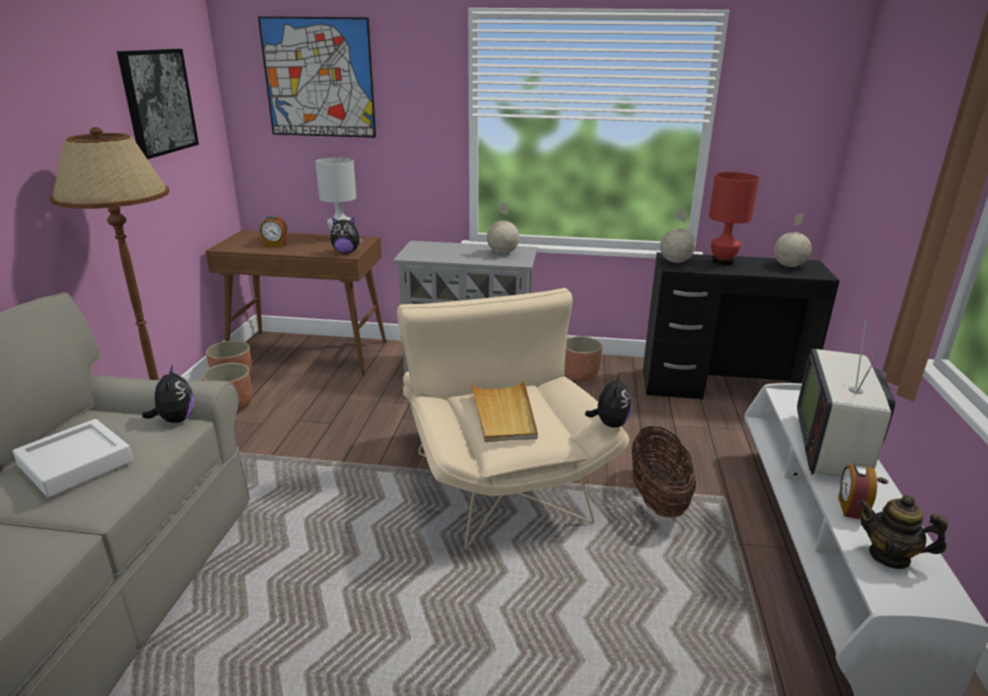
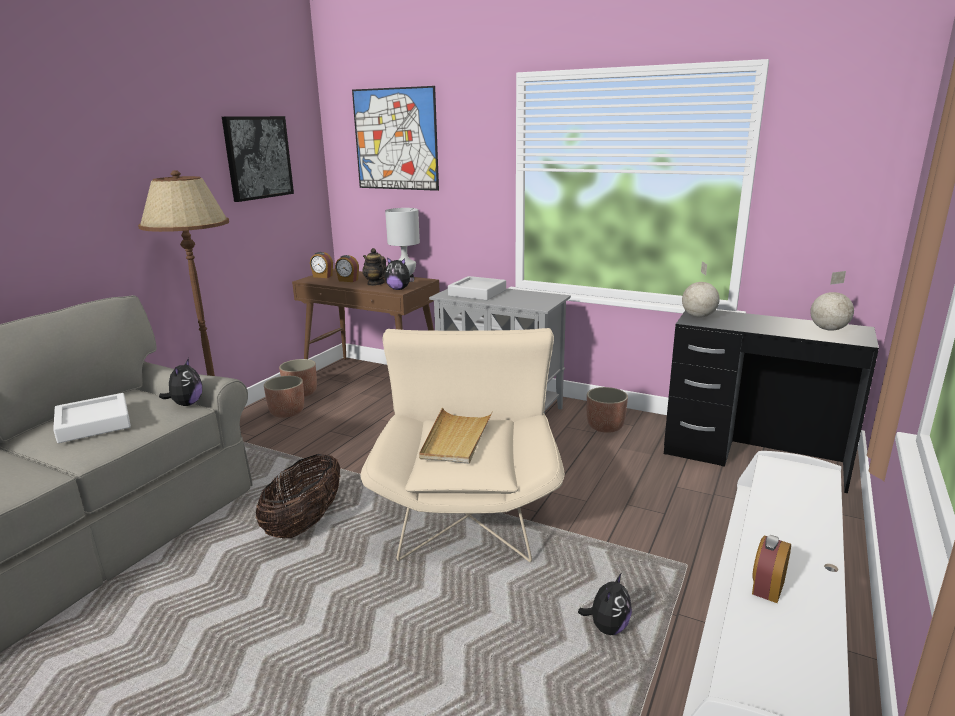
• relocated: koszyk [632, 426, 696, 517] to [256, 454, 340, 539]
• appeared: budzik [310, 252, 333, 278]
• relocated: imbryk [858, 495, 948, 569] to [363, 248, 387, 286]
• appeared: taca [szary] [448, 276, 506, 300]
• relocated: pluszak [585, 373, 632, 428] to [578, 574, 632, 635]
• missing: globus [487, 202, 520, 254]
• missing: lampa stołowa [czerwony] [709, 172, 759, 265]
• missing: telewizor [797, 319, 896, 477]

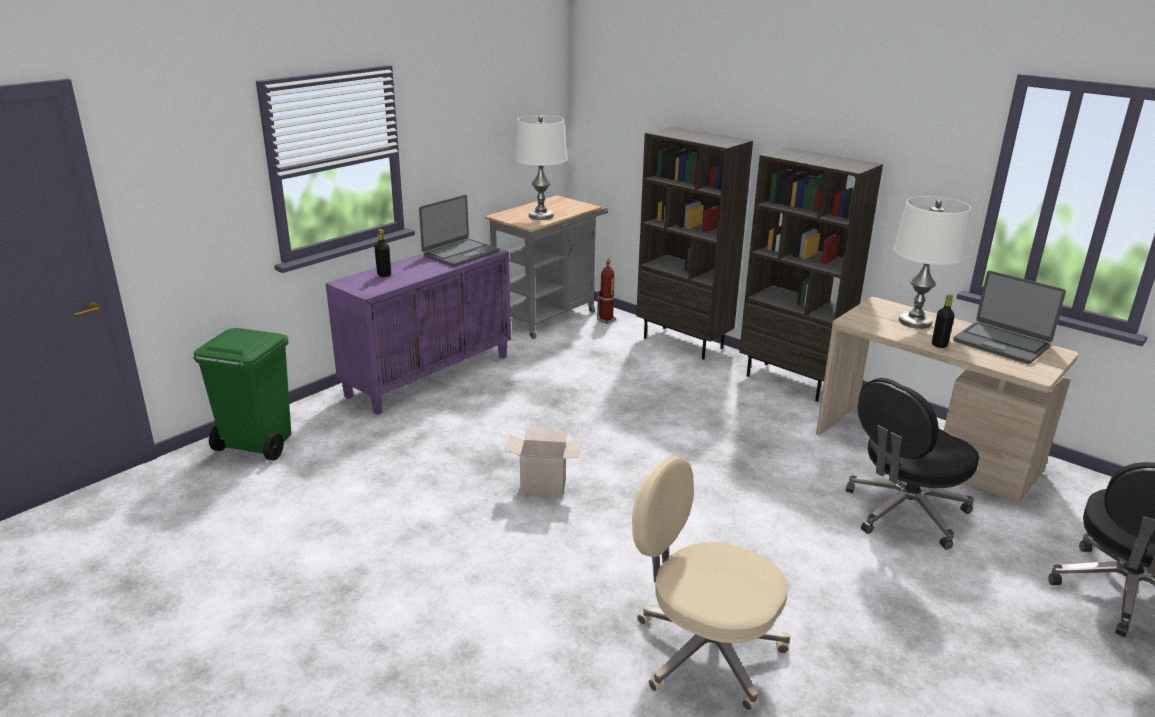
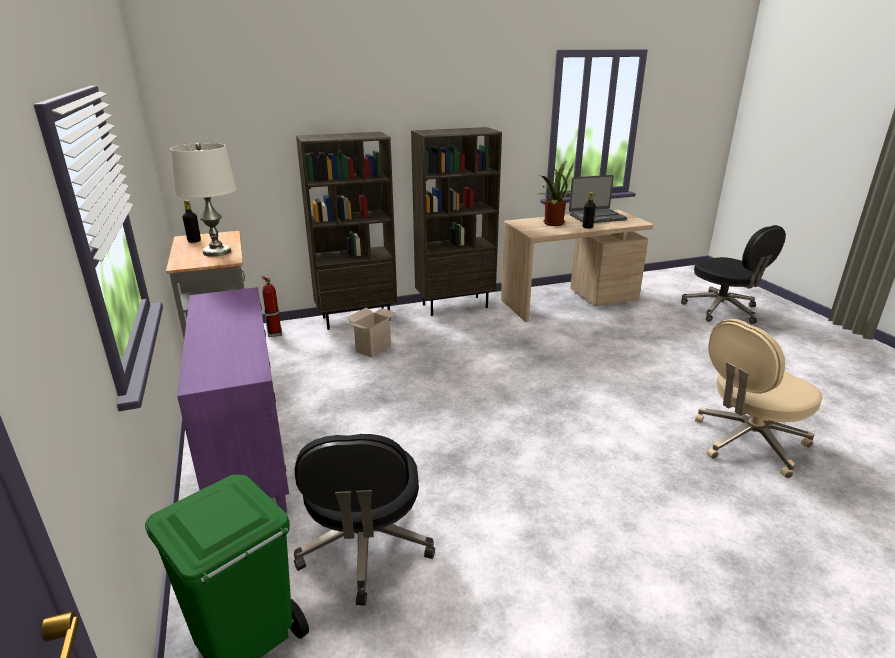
• relocated: butelka [czarny] [374, 229, 391, 277] to [183, 200, 201, 243]
• relocated: krzesło biurowe [czarny] [846, 378, 980, 550] to [294, 434, 435, 606]
• relocated: karton [505, 429, 582, 497] to [346, 307, 396, 357]
• exchanged: lampa stołowa [biały] [893, 196, 971, 329] to roślina doniczkowa [535, 161, 574, 226]
• missing: laptop [419, 195, 499, 267]

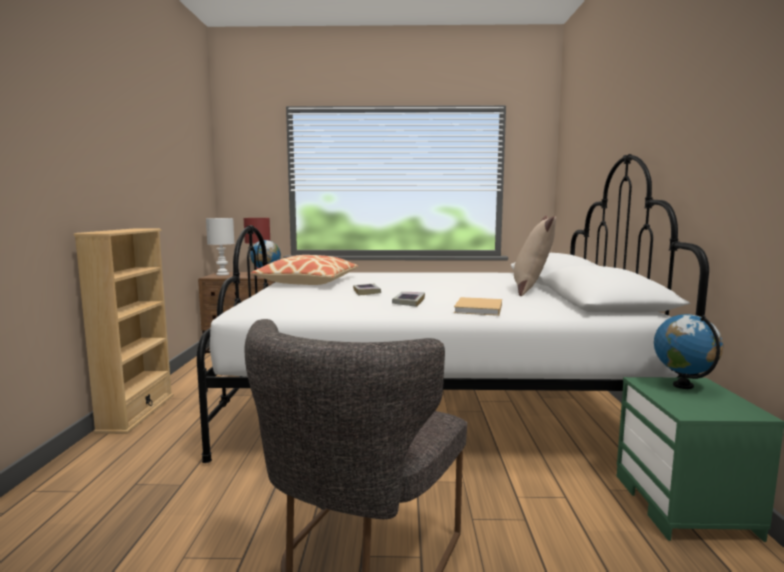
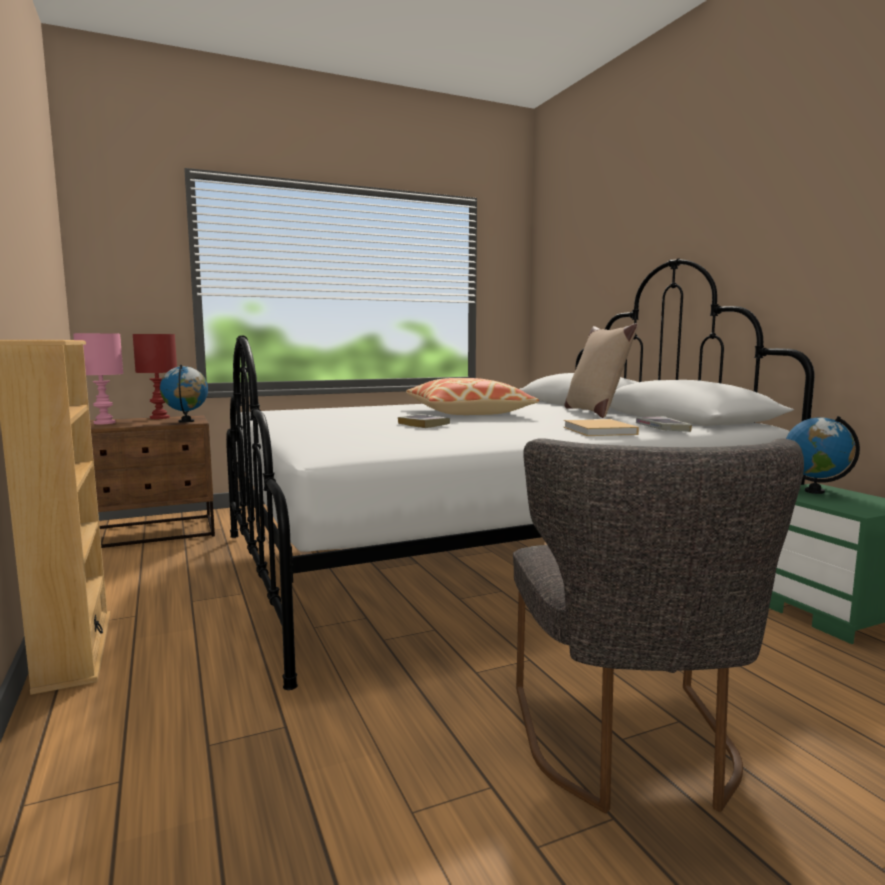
• colour: lampa stołowa [biały] [206, 218, 235, 275] to lampa stołowa [różowy] [73, 333, 123, 424]
• relocated: poduszka [251, 255, 358, 285] to [406, 378, 539, 415]
• relocated: książka [392, 292, 425, 307] to [636, 416, 692, 432]

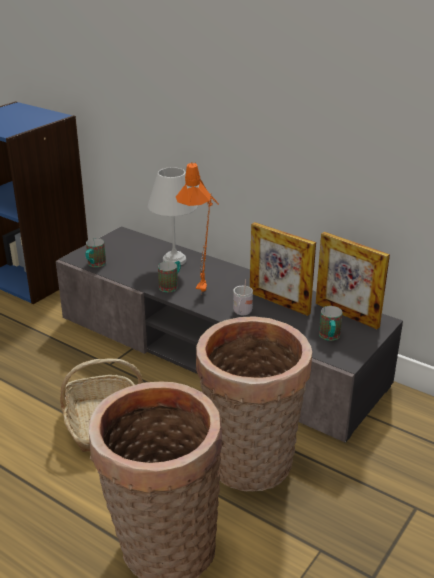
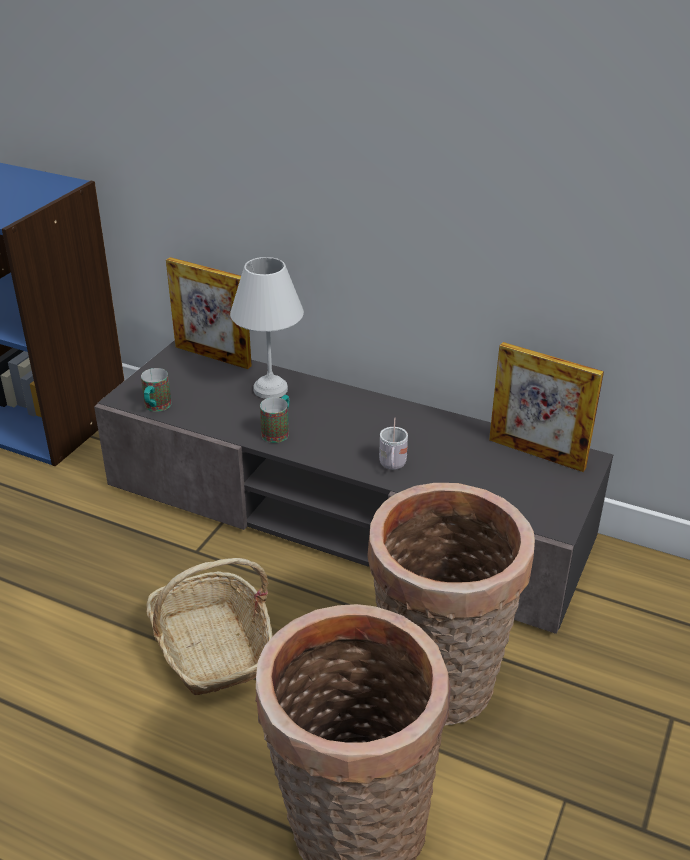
• relocated: ramka na zdjęcie [250, 222, 316, 316] to [166, 257, 252, 369]
• missing: lampa stołowa [pomarańczowy] [176, 162, 219, 296]
• missing: kubek [319, 306, 343, 341]

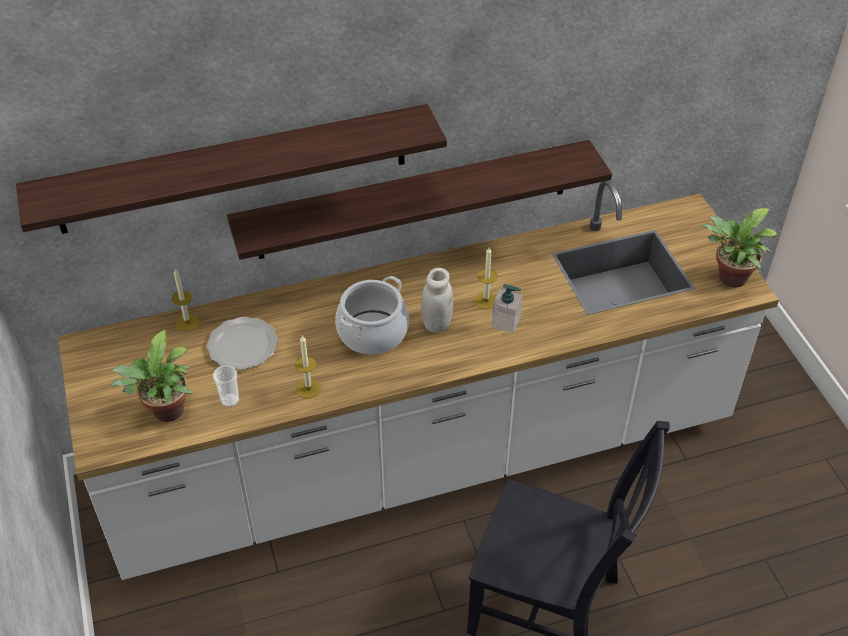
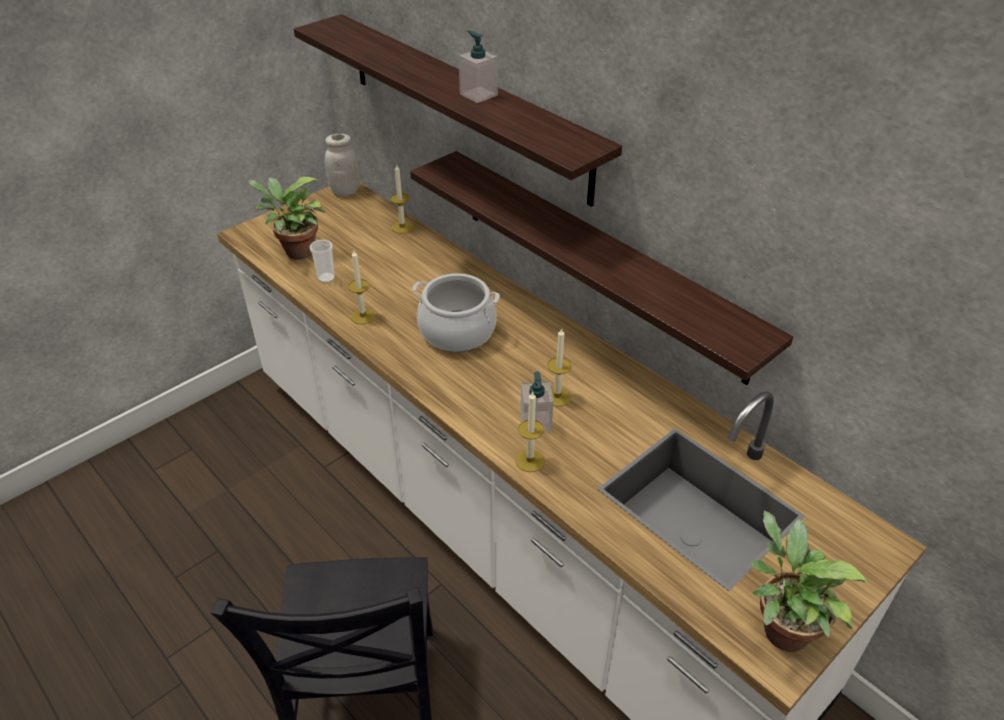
• relocated: słoik [biały] [421, 268, 453, 333] to [325, 134, 360, 196]
• appeared: dozownik mydła [458, 30, 498, 103]
• appeared: świeca [515, 391, 545, 472]
• missing: talerz [207, 317, 278, 370]

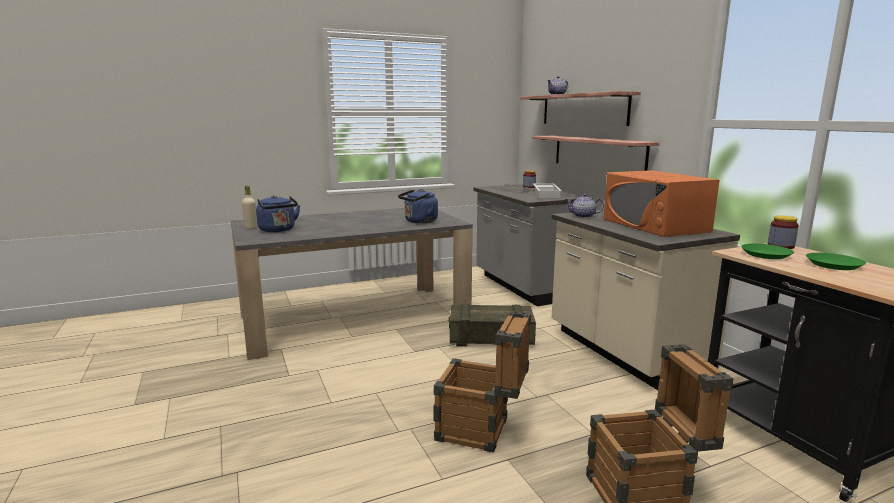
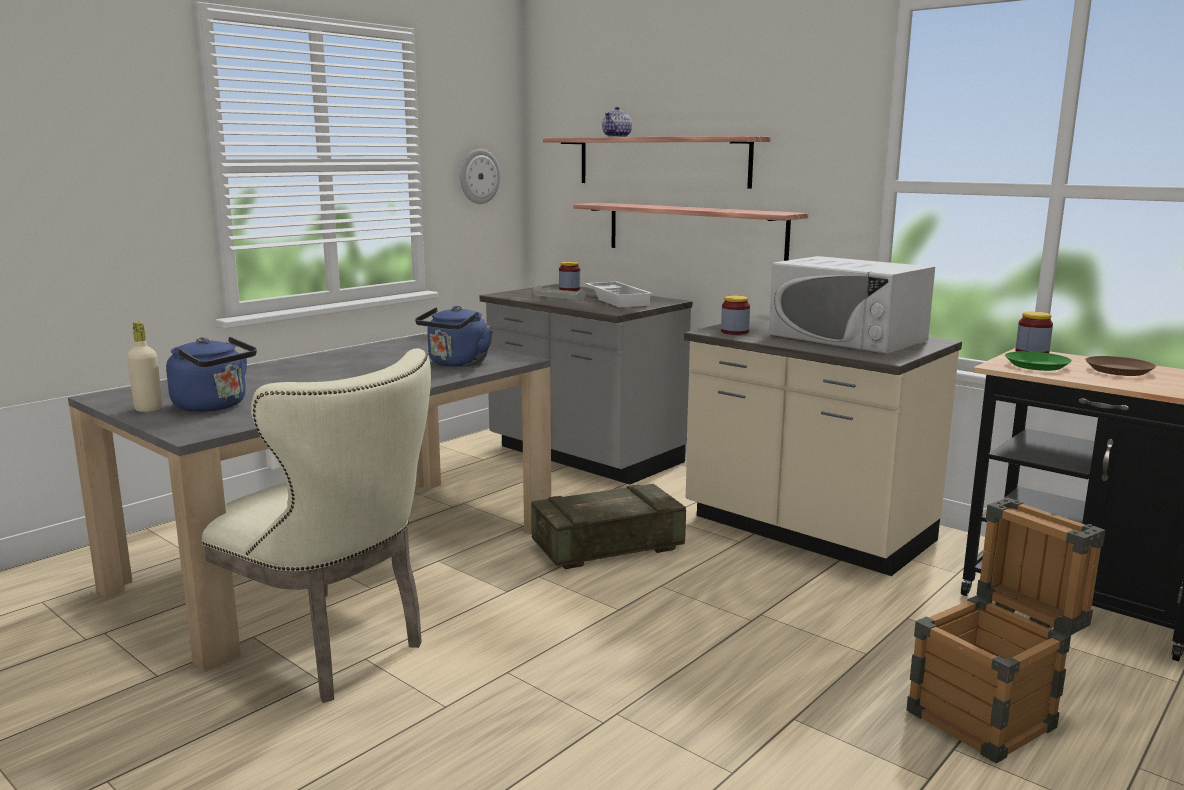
• appeared: krzesło [beżowy] [201, 348, 431, 703]
• appeared: zegar ścienny [460, 149, 500, 204]
• exchanged: imbryk [565, 194, 604, 218] to słoik [721, 296, 750, 335]
• colour: mikrofalówka [pomarańczowy] [604, 170, 720, 237] to mikrofalówka [biały] [769, 256, 935, 354]
• colour: talerz [zielony] [806, 253, 866, 270] to talerz [brązowy] [1085, 356, 1156, 376]
• missing: skrzynka [433, 311, 531, 453]

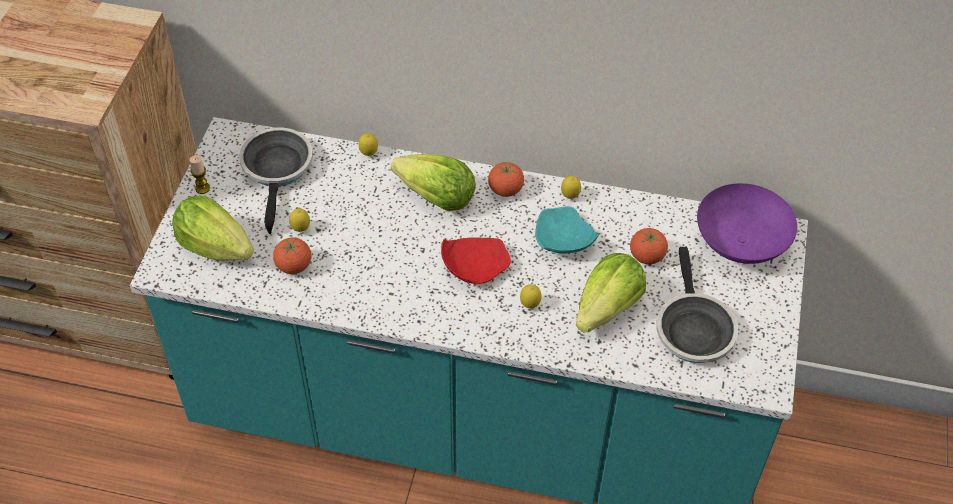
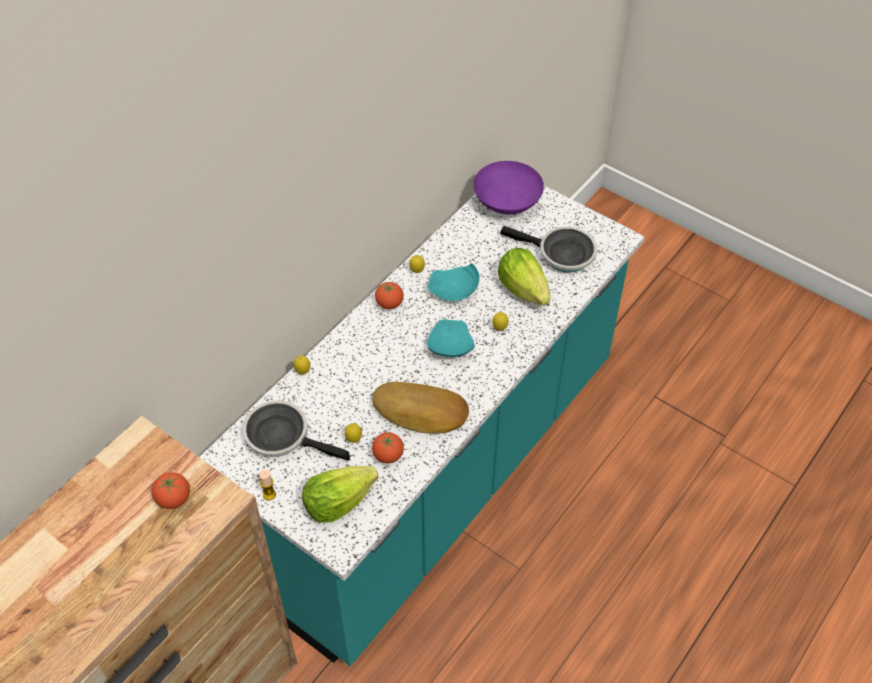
• relocated: pomidor [630, 228, 668, 264] to [152, 472, 190, 509]
• appeared: chleb [372, 382, 469, 434]
• colour: talerz [czerwony] [441, 237, 511, 284] to talerz [turkusowy] [427, 319, 475, 357]
• missing: sałata [391, 154, 476, 211]

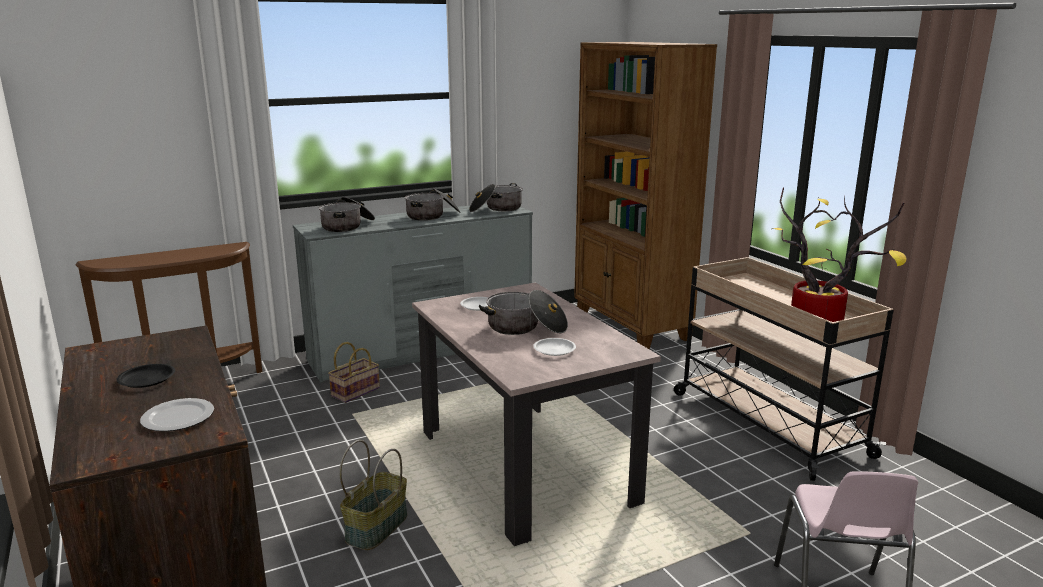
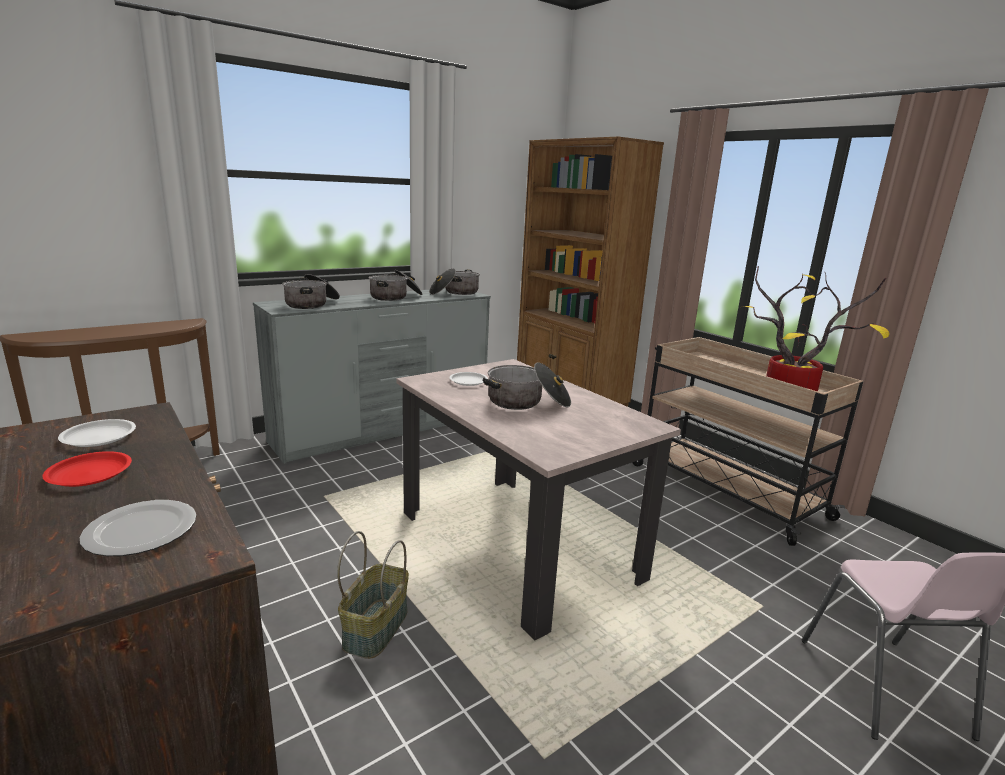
• colour: talerz [czarny] [117, 364, 175, 388] to talerz [czerwony] [42, 451, 132, 487]
• relocated: talerz [biały] [533, 338, 576, 356] to [58, 419, 136, 447]
• missing: koszyk [328, 342, 380, 403]

